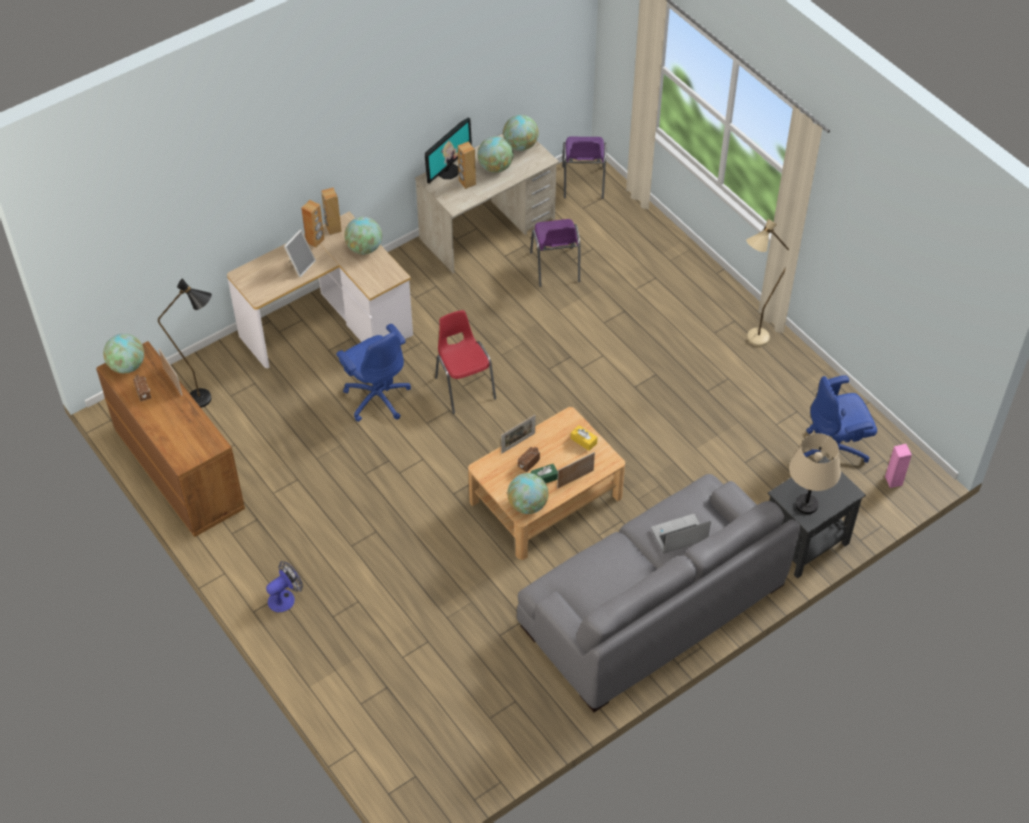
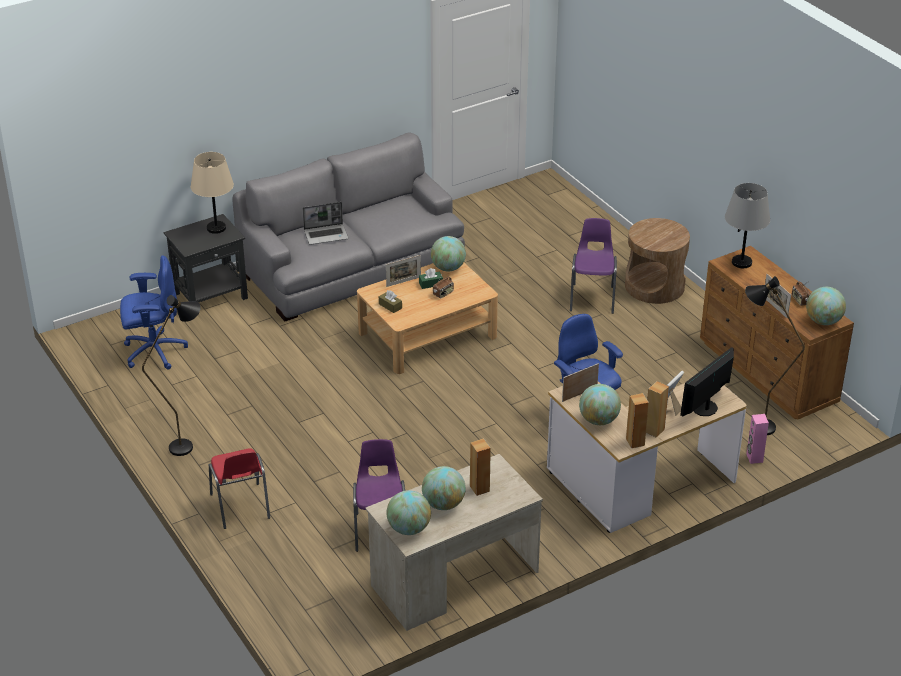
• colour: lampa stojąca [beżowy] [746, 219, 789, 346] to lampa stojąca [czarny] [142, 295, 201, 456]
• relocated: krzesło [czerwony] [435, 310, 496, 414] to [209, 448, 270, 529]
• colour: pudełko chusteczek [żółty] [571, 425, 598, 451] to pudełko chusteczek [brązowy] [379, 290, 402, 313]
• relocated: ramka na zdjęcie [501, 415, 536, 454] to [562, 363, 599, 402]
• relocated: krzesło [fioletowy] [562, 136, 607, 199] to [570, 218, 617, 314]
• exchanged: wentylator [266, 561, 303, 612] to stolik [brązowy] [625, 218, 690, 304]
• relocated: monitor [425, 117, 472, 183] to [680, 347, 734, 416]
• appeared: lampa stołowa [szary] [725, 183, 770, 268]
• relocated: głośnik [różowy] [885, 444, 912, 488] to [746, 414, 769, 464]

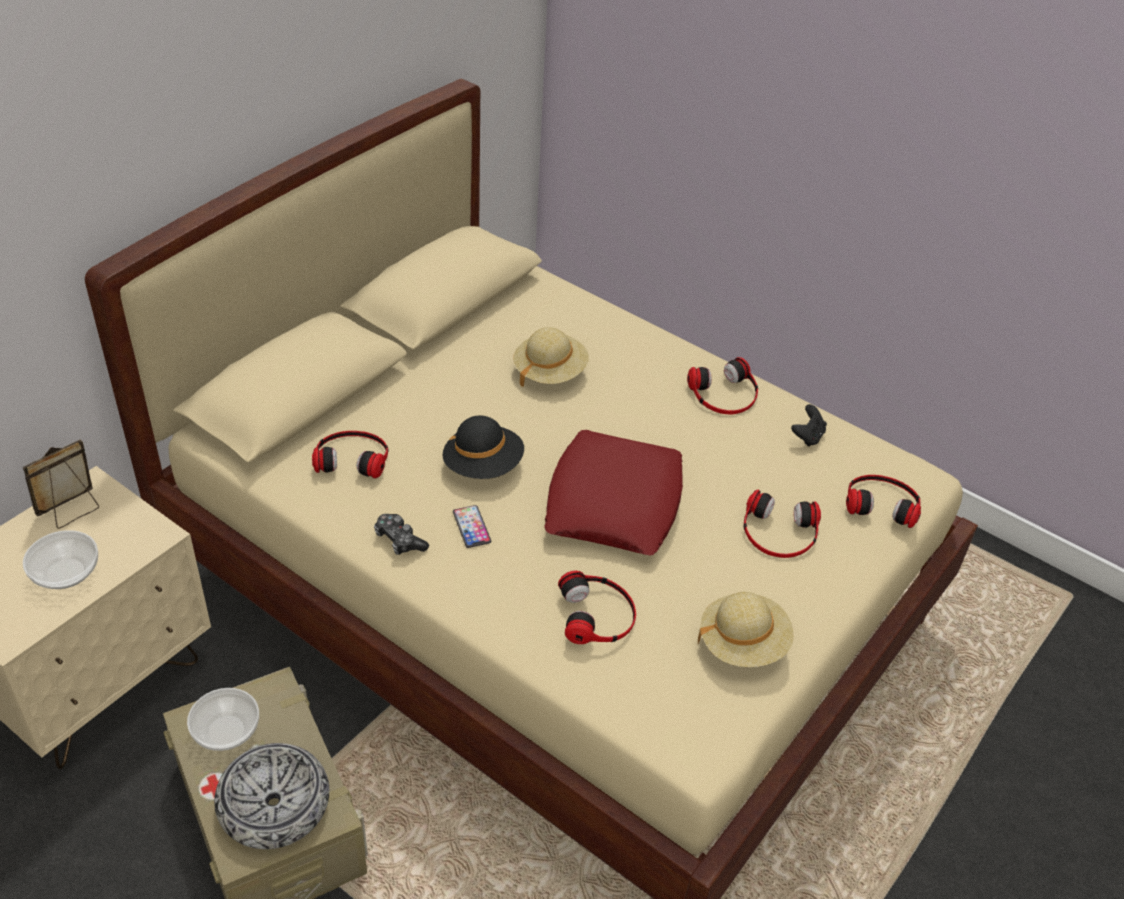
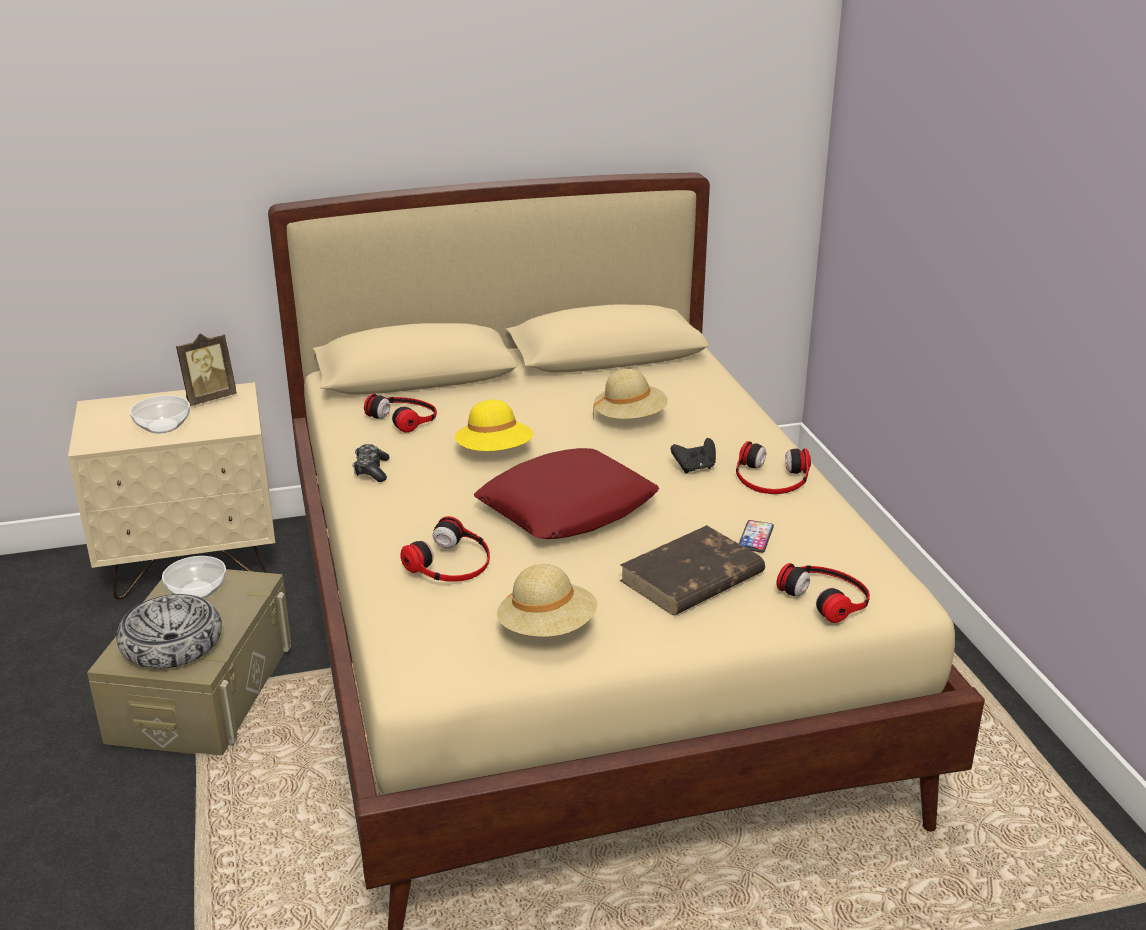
• spun: ramka na zdjęcie [23, 439, 99, 529] = [176, 334, 237, 406] 150 degrees clockwise
• colour: kapelusz [czarny] [443, 416, 524, 479] to kapelusz [żółty] [455, 400, 533, 451]
• exchanged: słuchawki [743, 490, 821, 558] to książka [brązowy] [619, 525, 765, 615]
• relocated: pad do gier [czarny] [791, 404, 827, 447] to [671, 438, 716, 473]
• relocated: telefon [453, 505, 491, 548] to [739, 520, 774, 553]

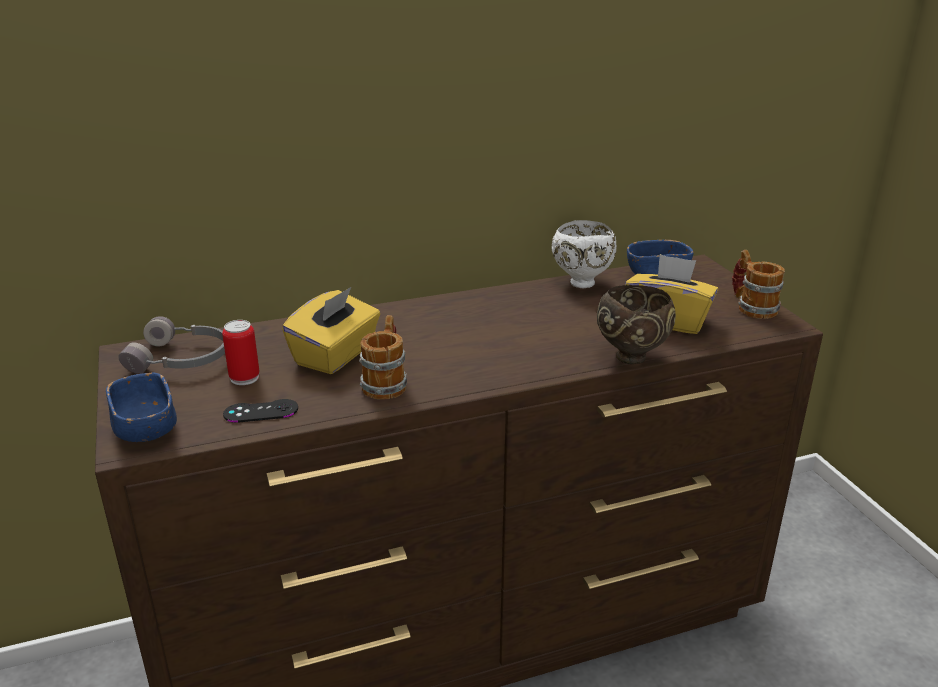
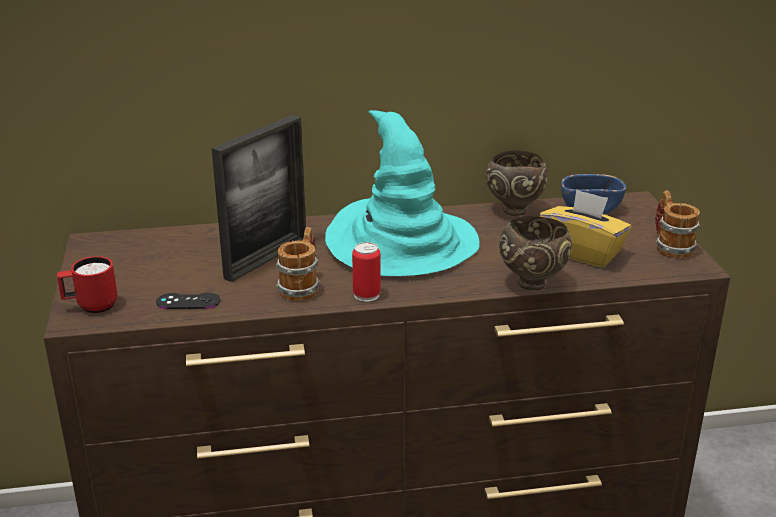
• exchanged: miska [niebieski] [106, 373, 177, 442] to kubek [czerwony] [57, 256, 118, 313]
• exchanged: pudełko chusteczek [żółty] [282, 287, 380, 374] to ramka na zdjęcie [211, 115, 306, 282]
• appeared: kapelusz [turkusowy] [325, 110, 480, 276]
• relocated: puszka [222, 320, 260, 385] to [352, 242, 381, 302]
• colour: miska [biały] [551, 220, 617, 288] to miska [brązowy] [486, 150, 548, 216]
• missing: słuchawki [szary] [118, 316, 225, 374]

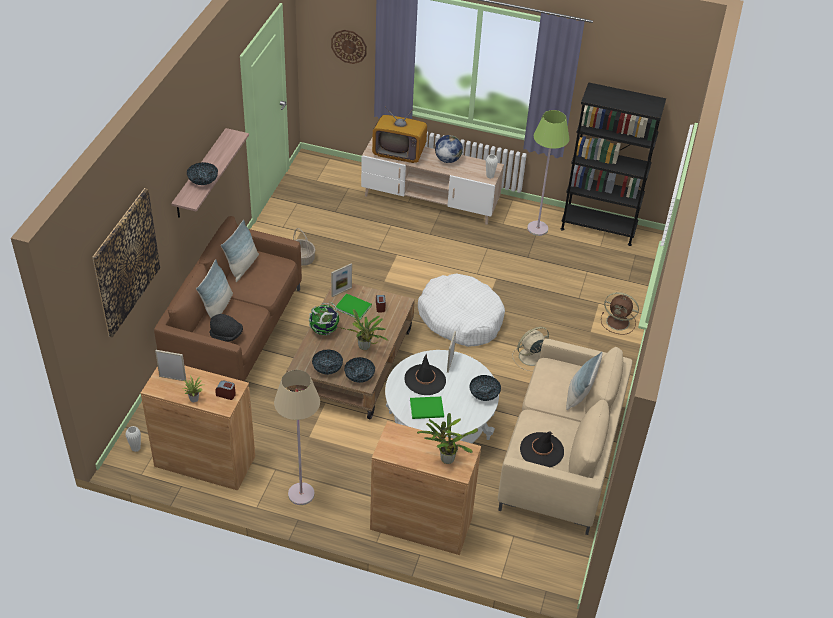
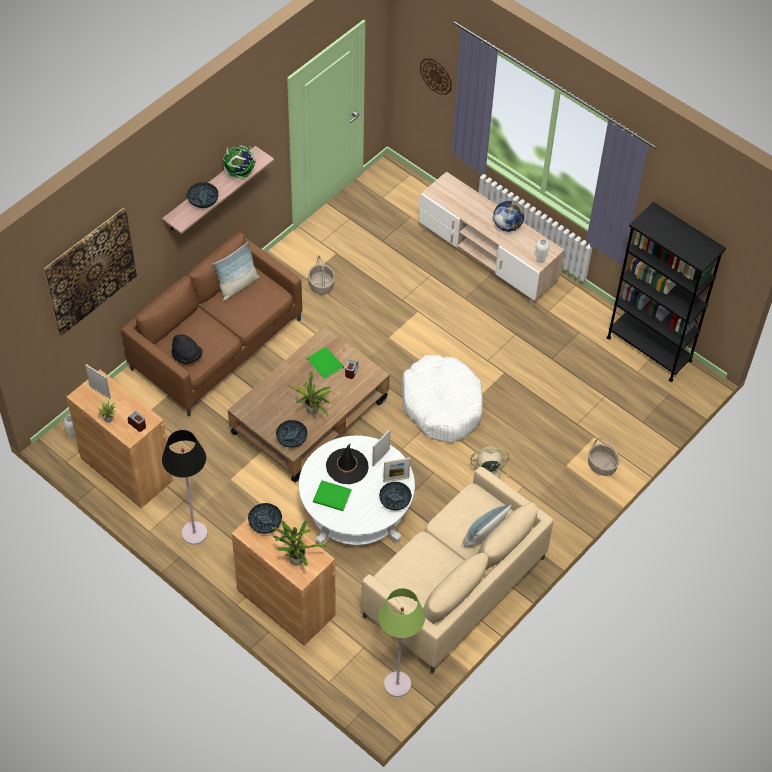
• colour: lampa stojąca [beżowy] [274, 370, 320, 505] to lampa stojąca [czarny] [162, 430, 208, 545]
• relocated: globus [309, 302, 339, 336] to [223, 146, 256, 179]
• relocated: miska [312, 349, 343, 375] to [248, 503, 282, 534]
• relocated: lampa stojąca [zielony] [527, 110, 570, 236] to [378, 588, 425, 697]
• relocated: ramka na zdjęcie [331, 263, 352, 297] to [383, 457, 410, 482]
• exchanged: wentylator [brązowy] [601, 292, 639, 335] to koszyk [588, 438, 620, 476]
• missing: poduszka [196, 259, 233, 318]
• missing: telewizor [372, 107, 427, 163]
• missing: kapelusz [czarny] [520, 431, 564, 467]

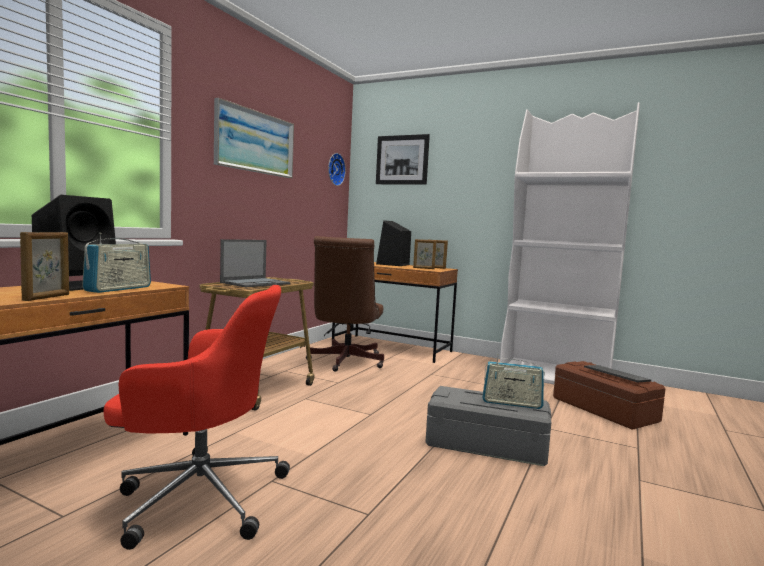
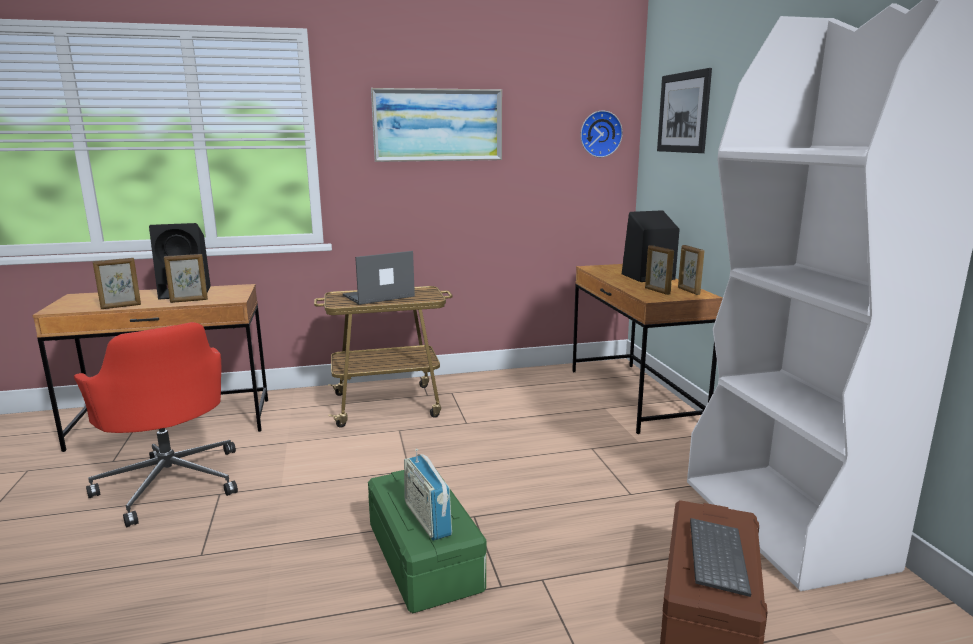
• exchanged: radio [82, 233, 151, 293] to ramka na zdjęcie [164, 254, 208, 303]
• spun: laptop [220, 239, 290, 287] = [343, 251, 415, 305] 150 degrees clockwise
• colour: pojemnik do przechowywania [szary] [426, 386, 551, 466] to pojemnik do przechowywania [zielony] [368, 468, 486, 613]
• missing: krzesło biurowe [brązowy] [306, 236, 384, 372]

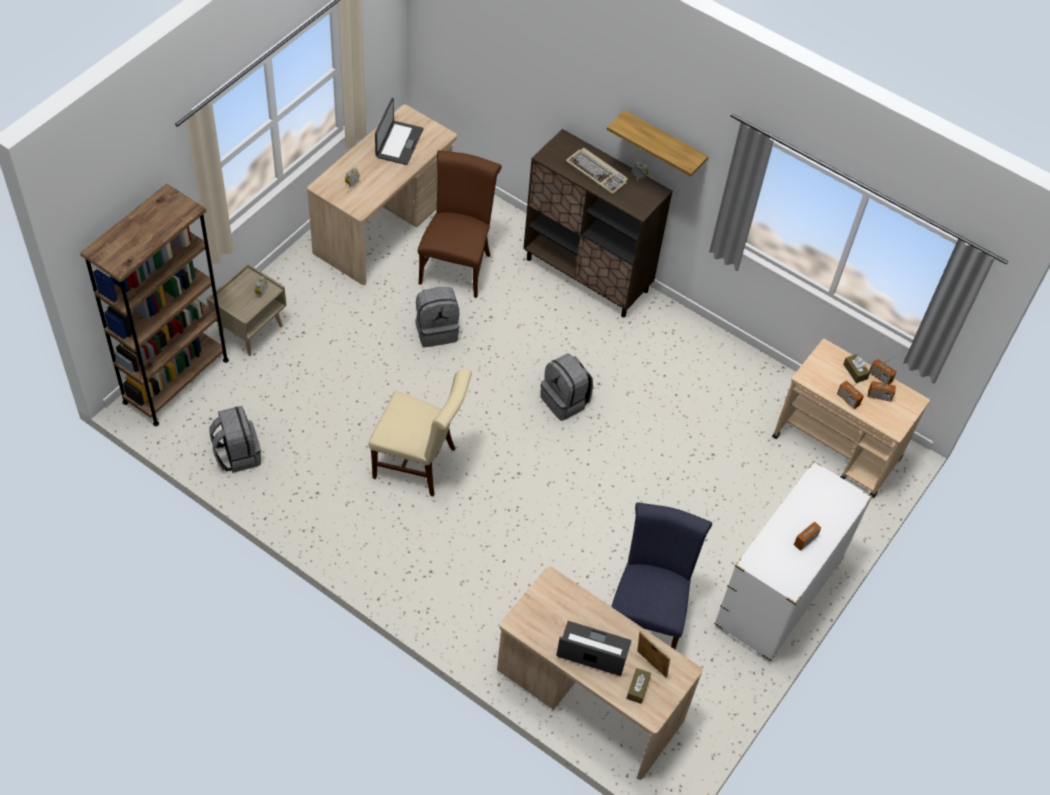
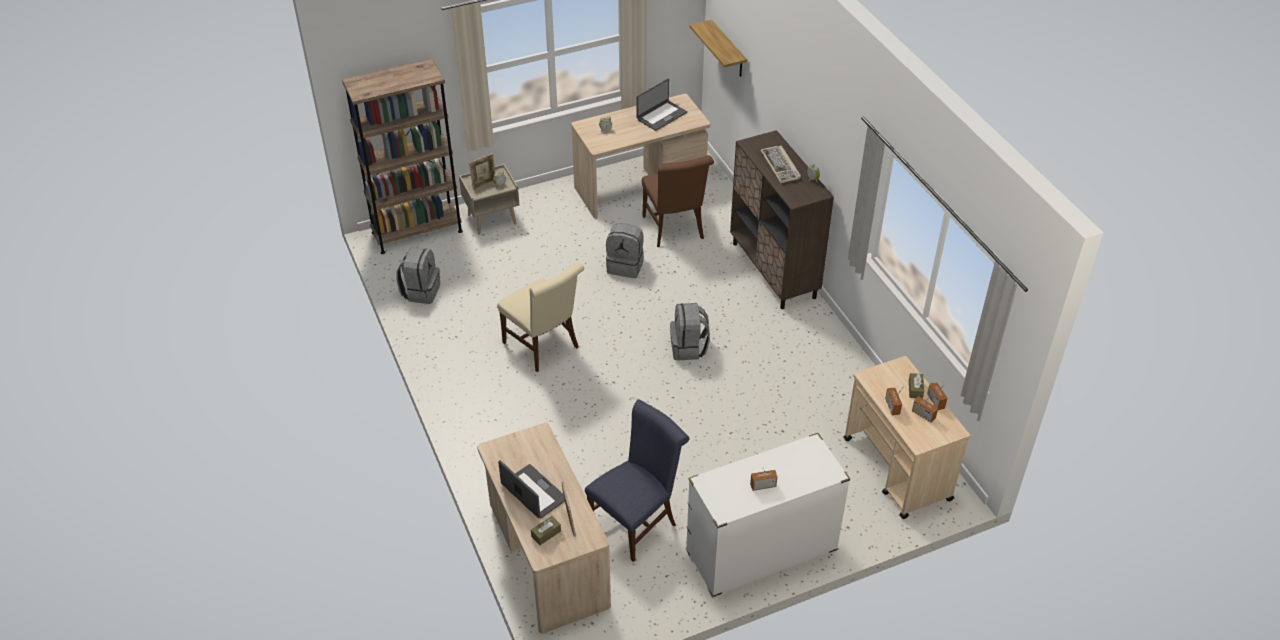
• appeared: ramka na zdjęcie [469, 153, 495, 190]
• spun: krzesło [brązowy] [418, 150, 502, 298] = [642, 155, 714, 247] 120 degrees clockwise
• relocated: półka [607, 110, 708, 176] to [690, 20, 747, 77]

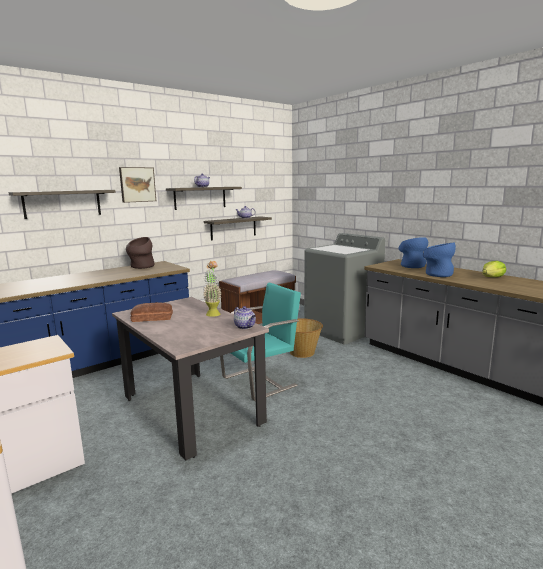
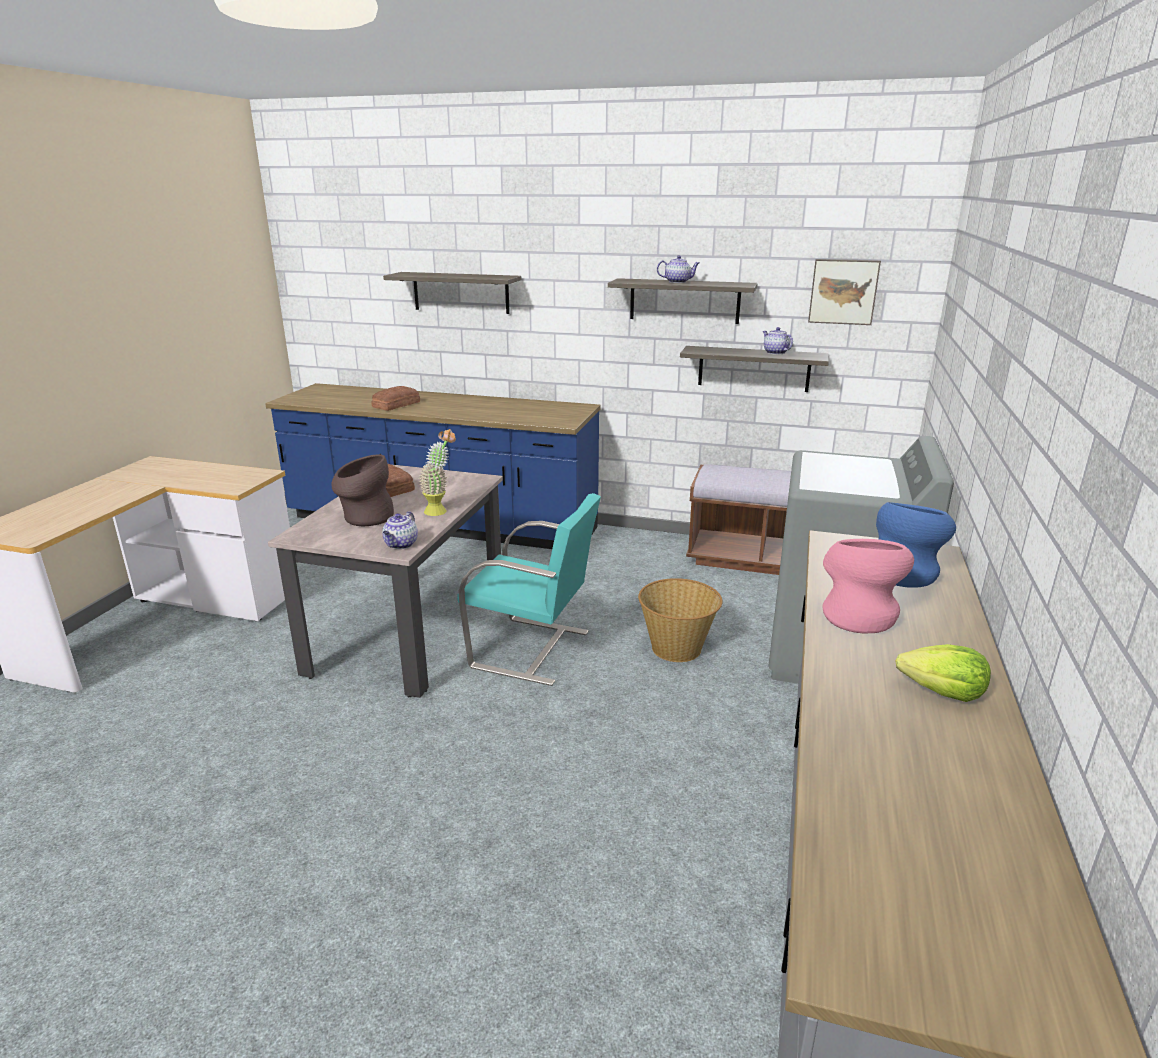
• relocated: wazon [brązowy] [126, 237, 155, 269] to [331, 454, 394, 526]
• appeared: chleb [371, 386, 420, 411]
• relocated: obraz [119, 167, 156, 203] to [808, 259, 881, 325]
• colour: wazon [niebieski] [423, 242, 456, 277] to wazon [różowy] [822, 539, 914, 633]

